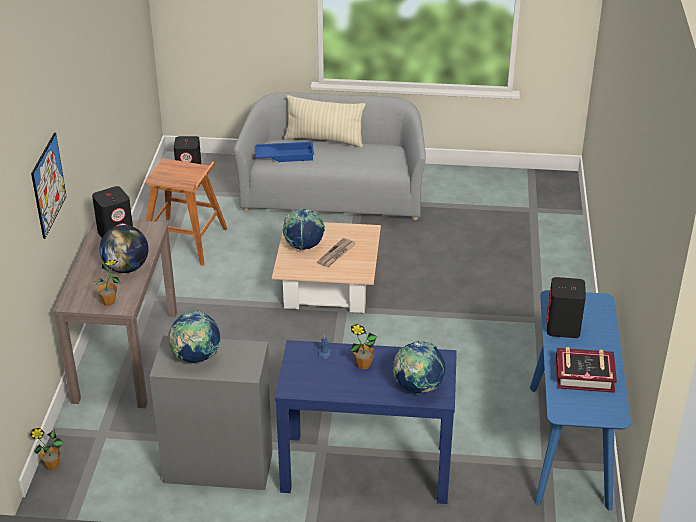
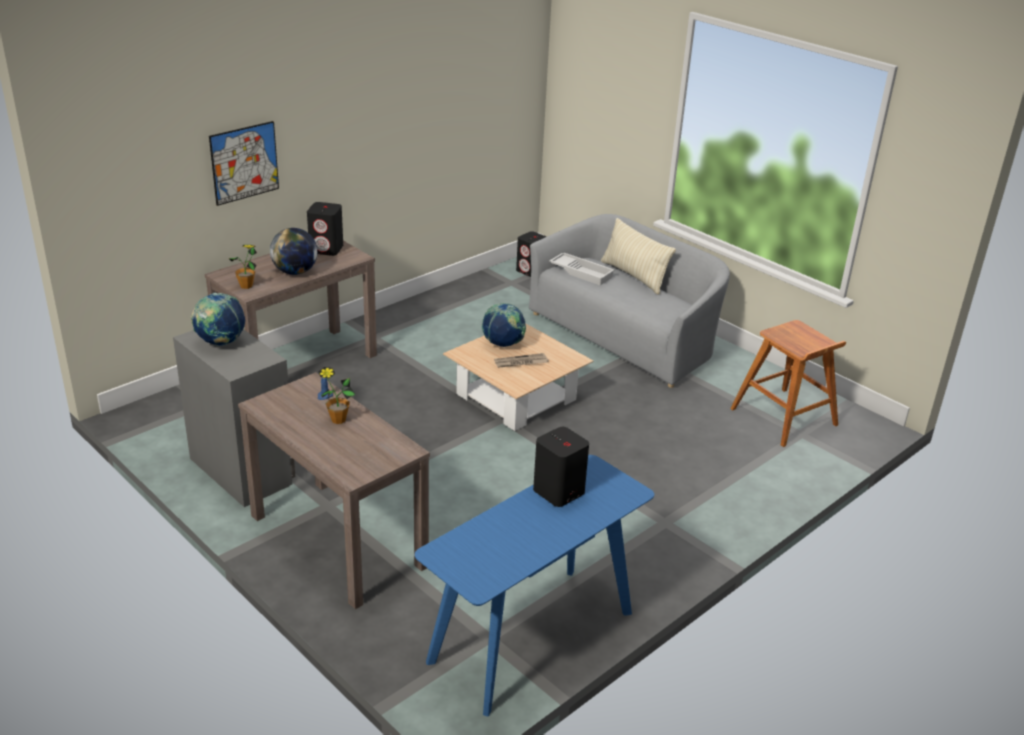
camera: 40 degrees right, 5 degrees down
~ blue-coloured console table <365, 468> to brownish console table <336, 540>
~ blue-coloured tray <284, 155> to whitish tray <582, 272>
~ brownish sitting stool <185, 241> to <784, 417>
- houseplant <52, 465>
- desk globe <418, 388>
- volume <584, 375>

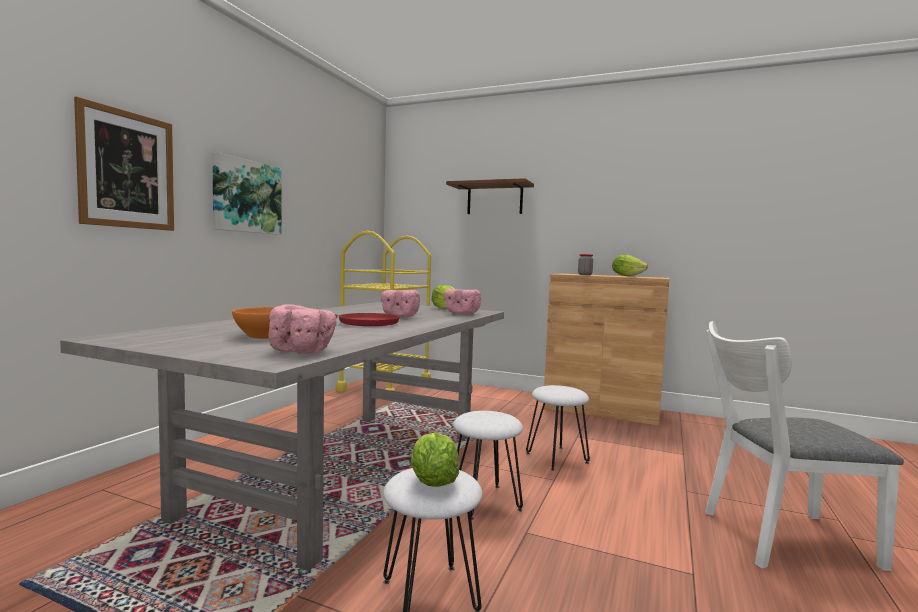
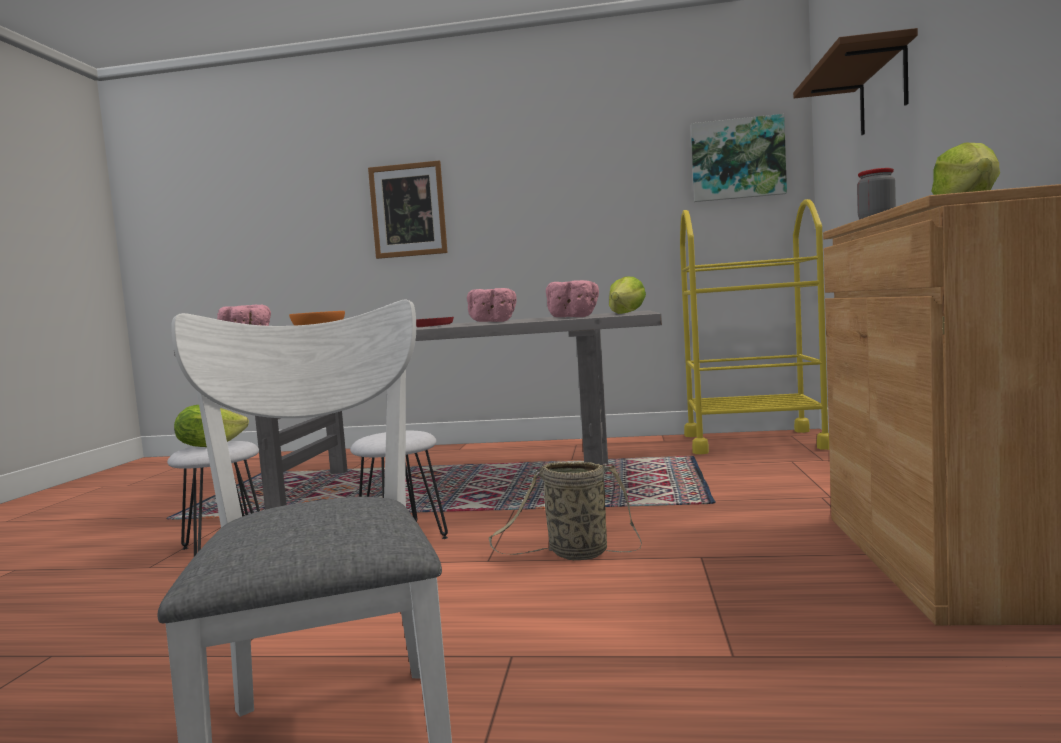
camera: 75 degrees right, 0 degrees up
~ whitish sitting stool <557, 458> to storage basket <573, 554>
~ wall art <246, 196> to <737, 159>

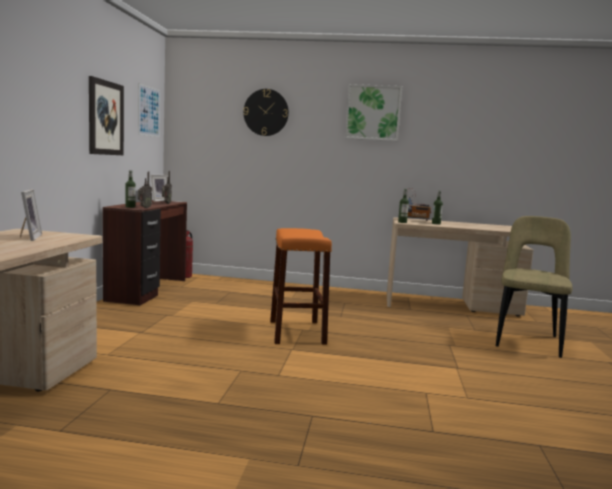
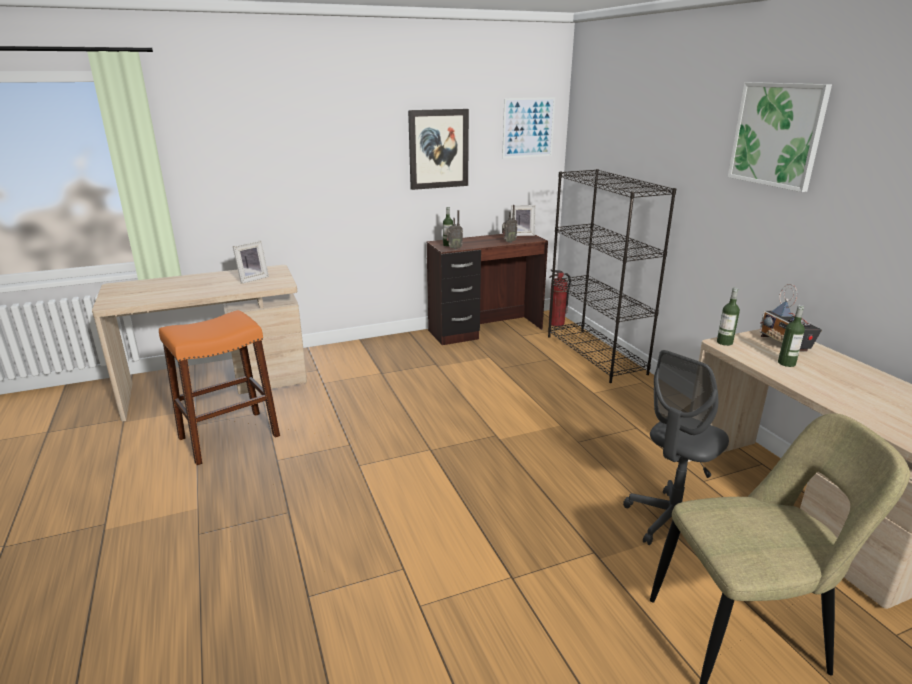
camera: 60 degrees right, 15 degrees up
~ orangey sitting stool <297, 332> to <229, 437>
+ black-coloured bookshelf <596, 354>
+ grey computer chair <671, 521>
- clock on the wall <266, 112>

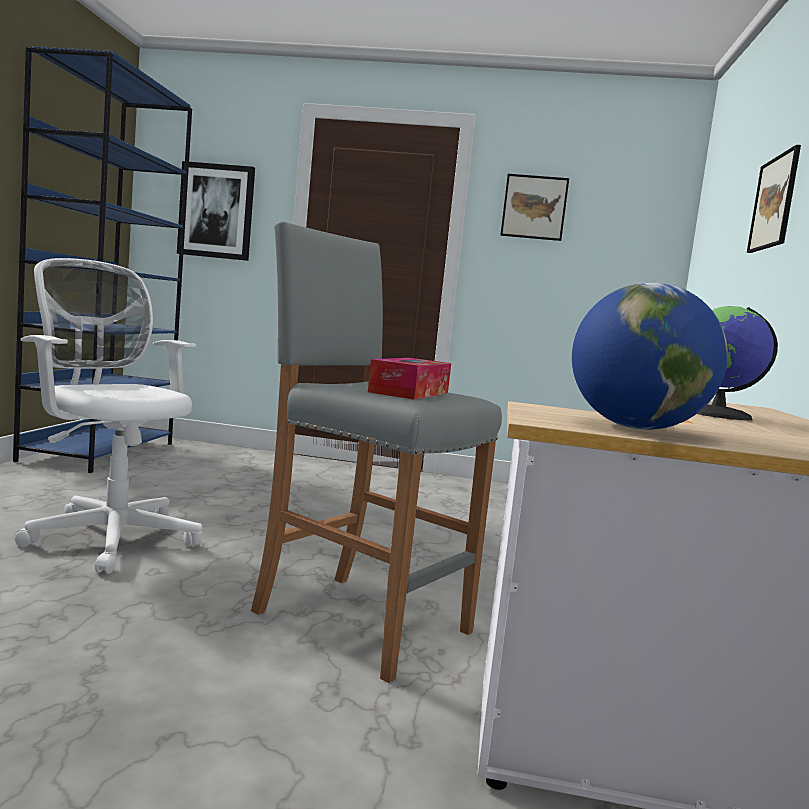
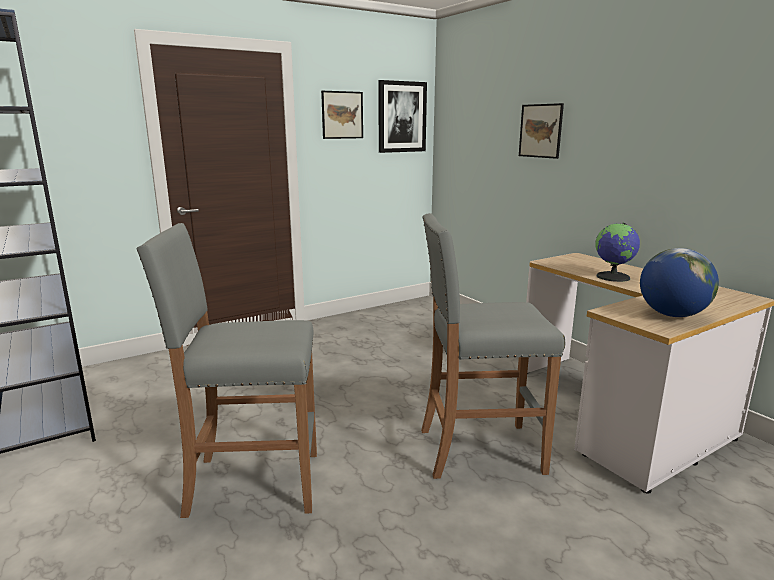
camera: 40 degrees left, 10 degrees up
~ whitish computer chair <110, 536> to grey sitting stool <252, 483>
~ wall art <216, 211> to <401, 117>
- tissue holder <409, 392>

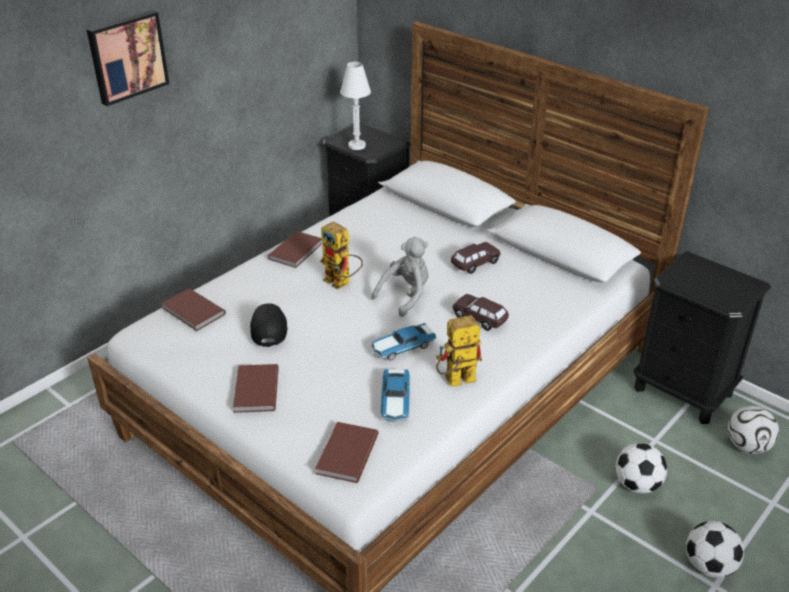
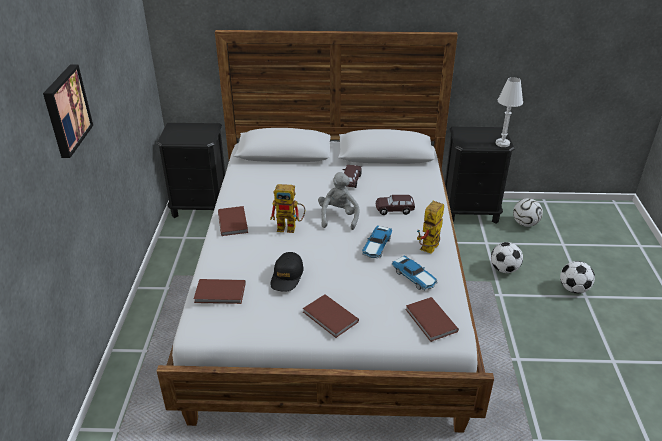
camera: 40 degrees left, 0 degrees up
~ black-coloured cap <269, 328> = <287, 276> 120 degrees counterclockwise
~ whitish table lamp <357, 146> to <502, 143>

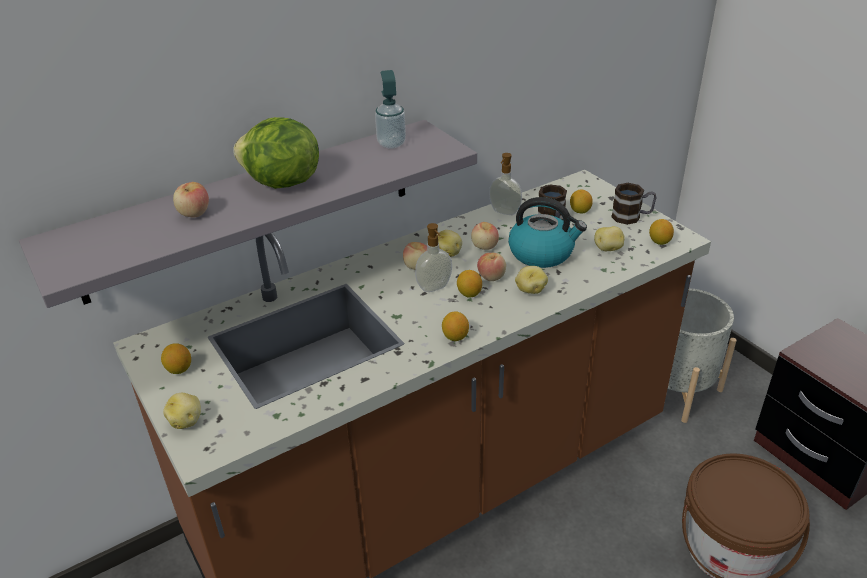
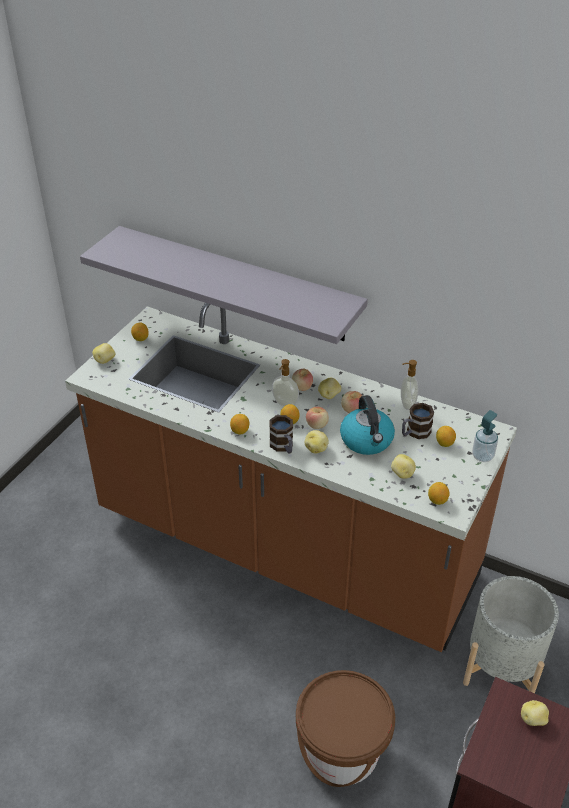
camera: 60 degrees right, 5 degrees up
~ mug <632, 217> to <283, 447>
~ soap dispenser <391, 143> to <482, 456>
+ spud <533, 719>
- whole apple <194, 213>
- lettuce head <282, 183>

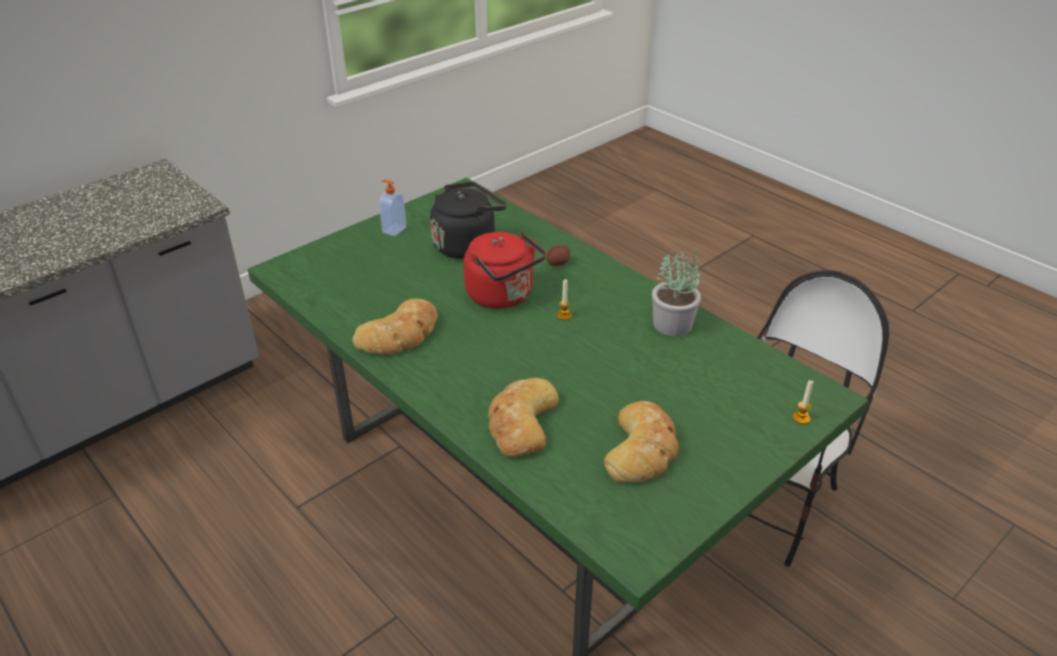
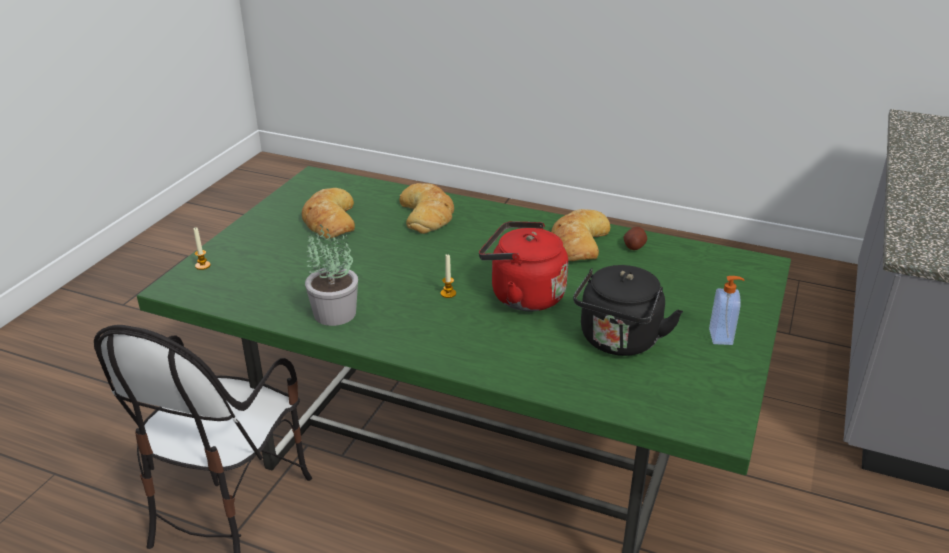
camera: 155 degrees right, 5 degrees down
~ spud <558, 263> to <634, 246>

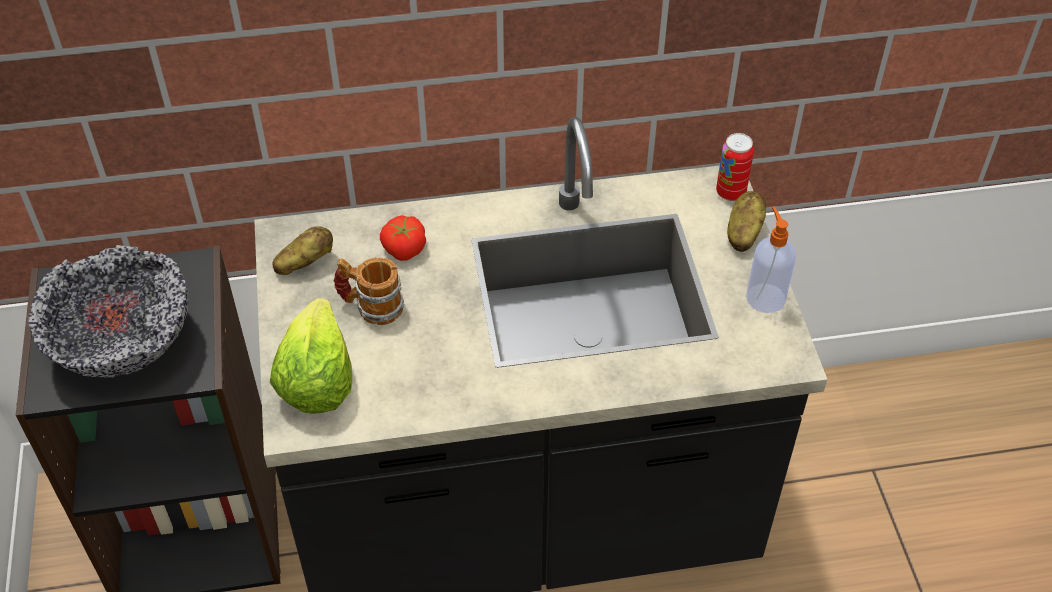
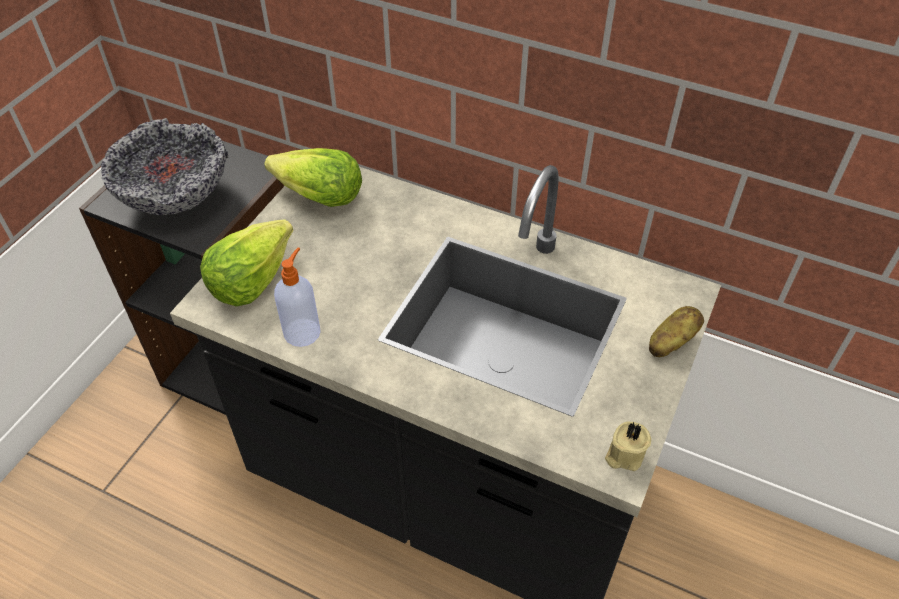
camera: 35 degrees right, 0 degrees up
~ spud <305, 263> to lettuce head <318, 196>
~ soap dispenser <765, 297> to <303, 331>
+ beige wax light <624, 455>
- mug <371, 306>
- tomato <403, 248>
- can <730, 193>

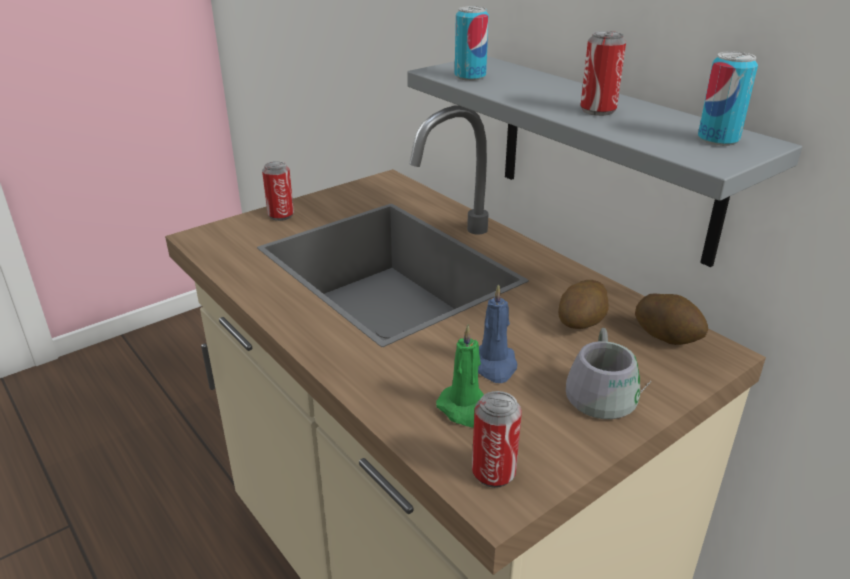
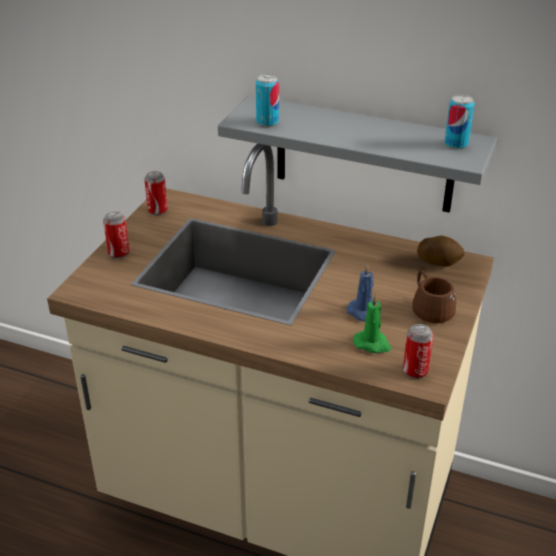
camera: 30 degrees left, 5 degrees up
~ can <598, 110> to <157, 211>
~ grey mug <608, 391> to brownish mug <434, 306>
- spud <581, 323>

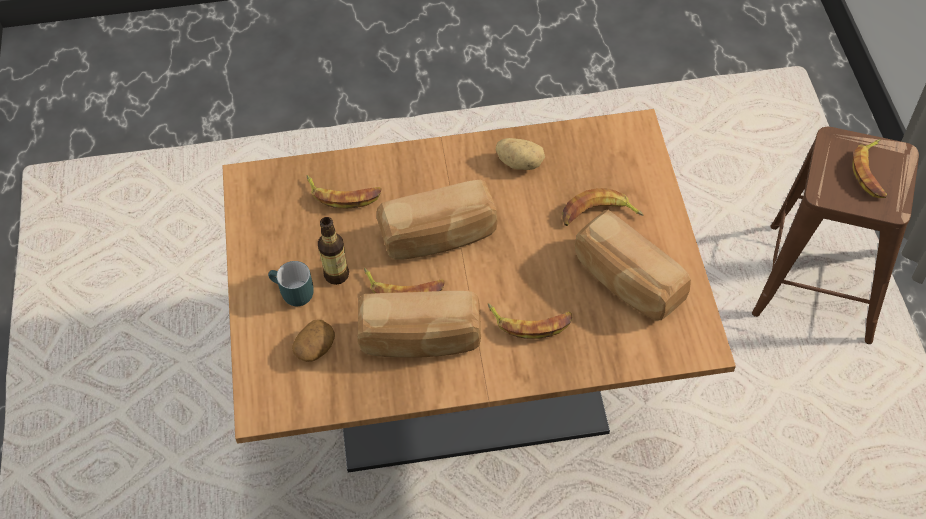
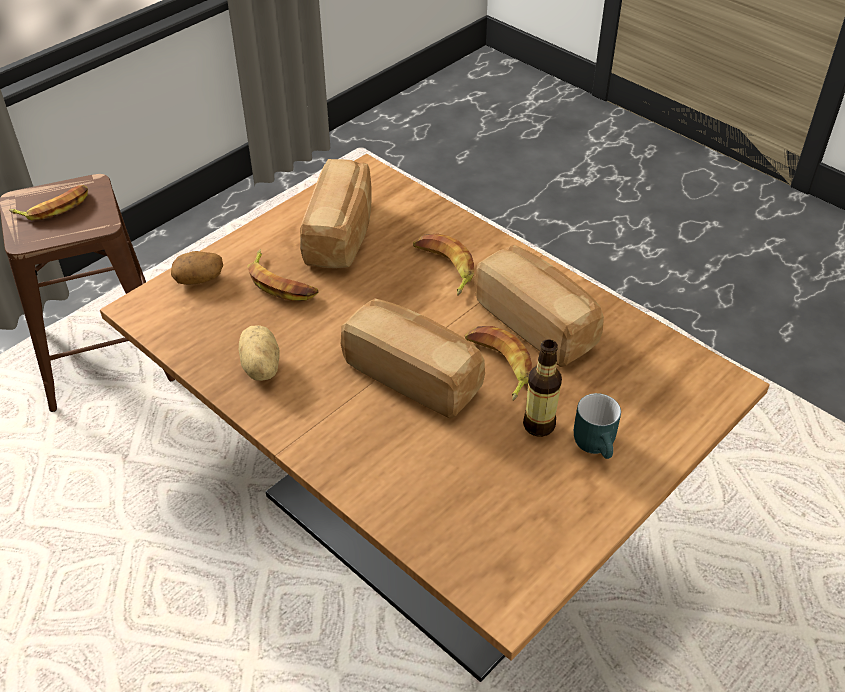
camera: 130 degrees left, 10 degrees down
~ spud <315, 348> to <199, 278>
- banana <344, 194>

